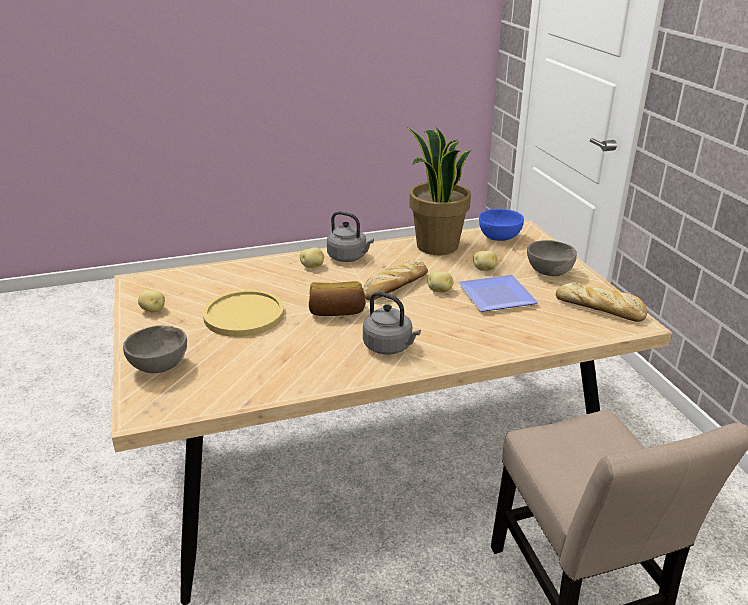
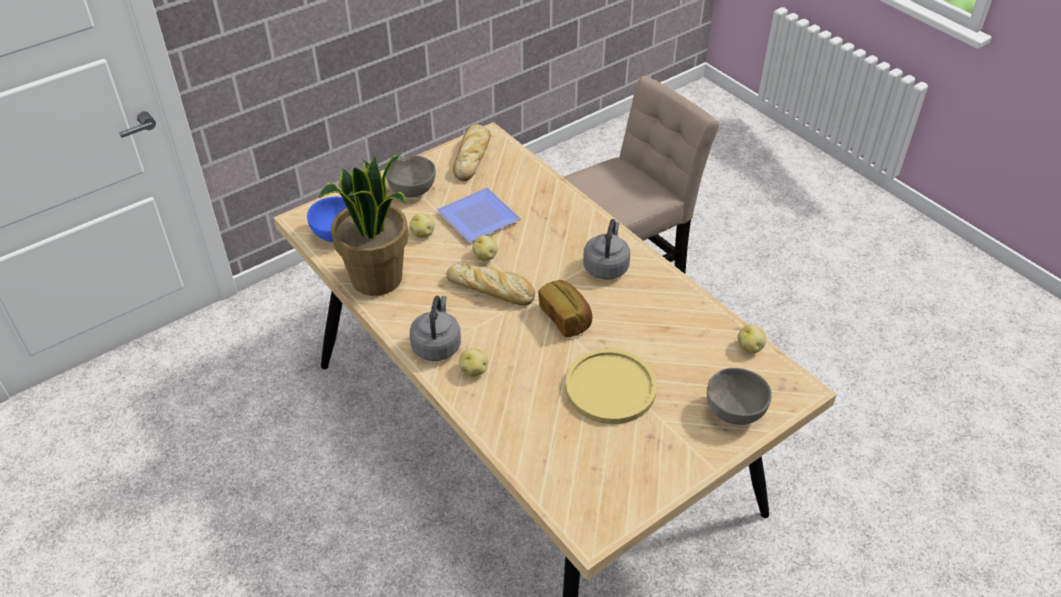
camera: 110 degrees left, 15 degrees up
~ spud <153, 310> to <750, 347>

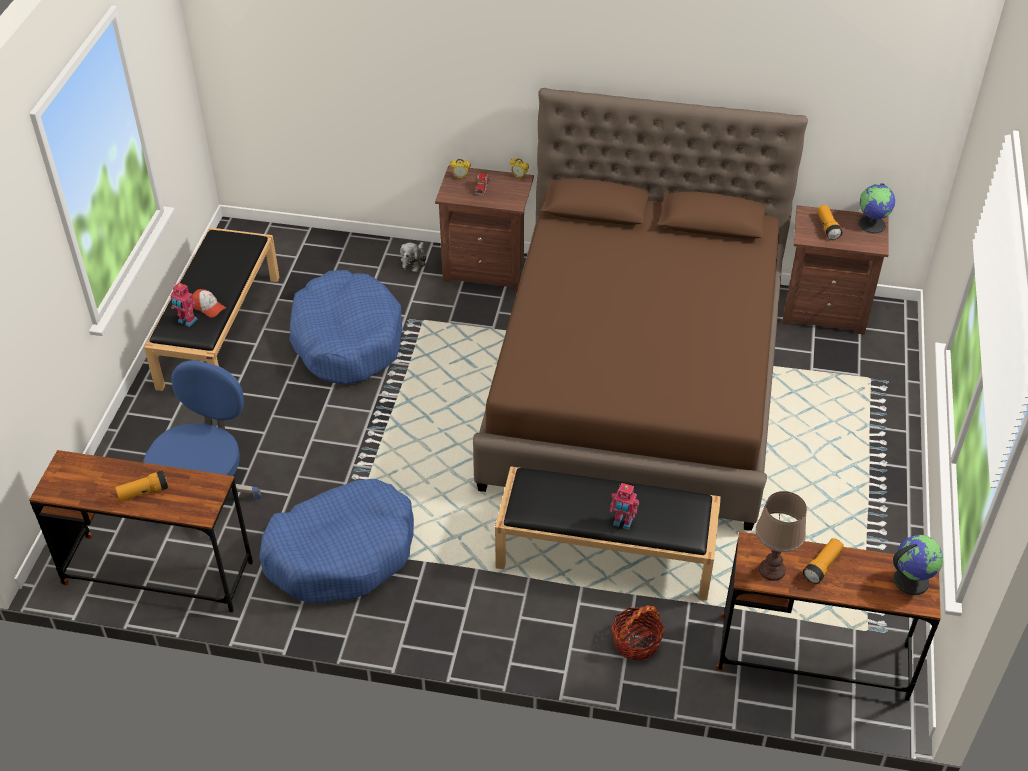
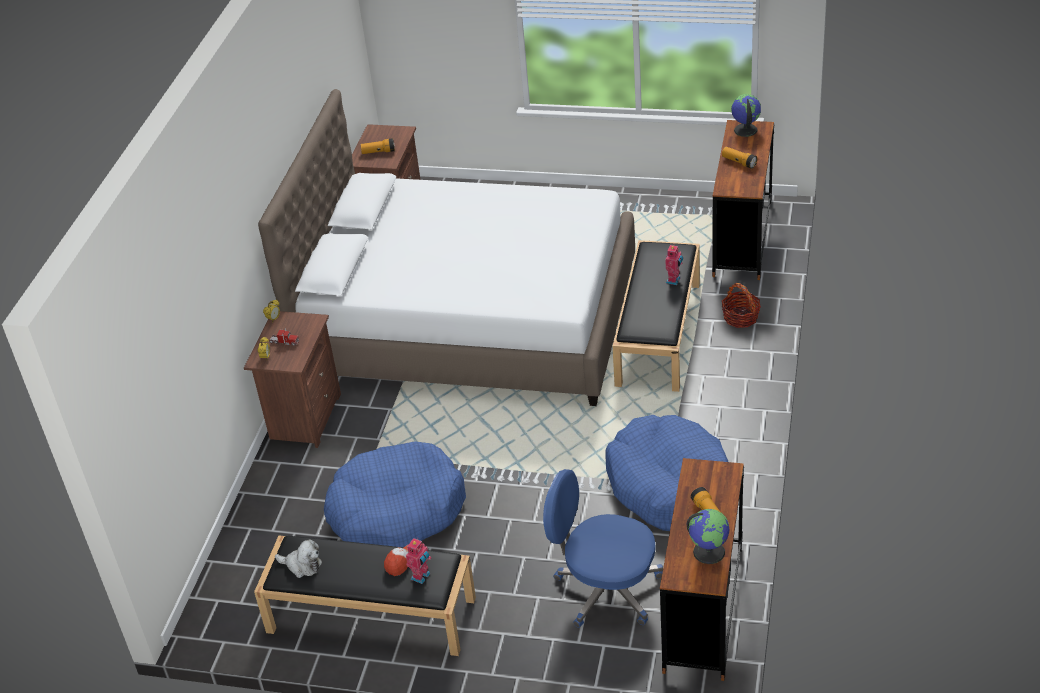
camera: 85 degrees left, 5 degrees down
~ brownish bed <636, 382> to whitish bed <469, 320>
~ plush toy <414, 261> to <302, 565>
~ desk globe <872, 225> to <709, 551>
- brownish table lamp <771, 570>

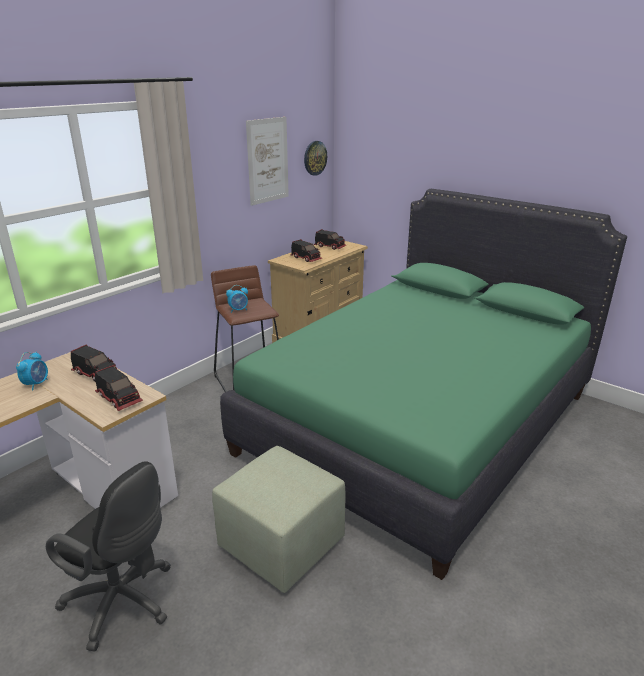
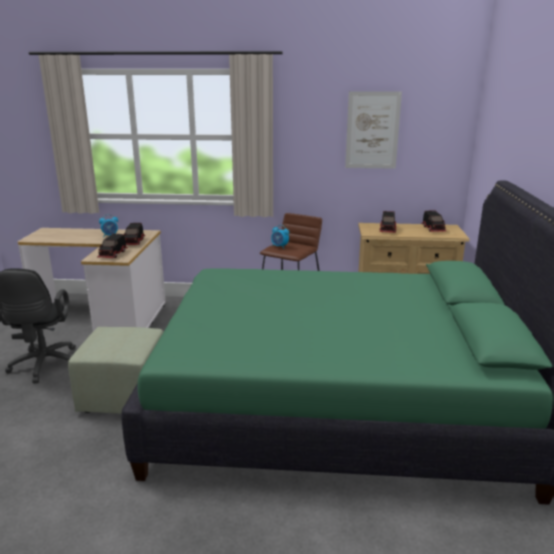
camera: 55 degrees right, 5 degrees down
- clock on the wall <315, 158>

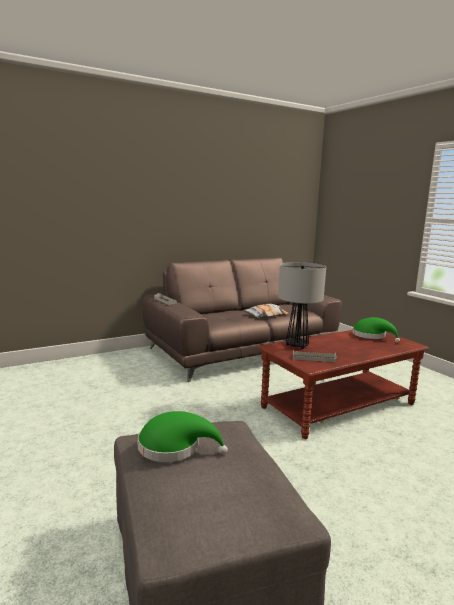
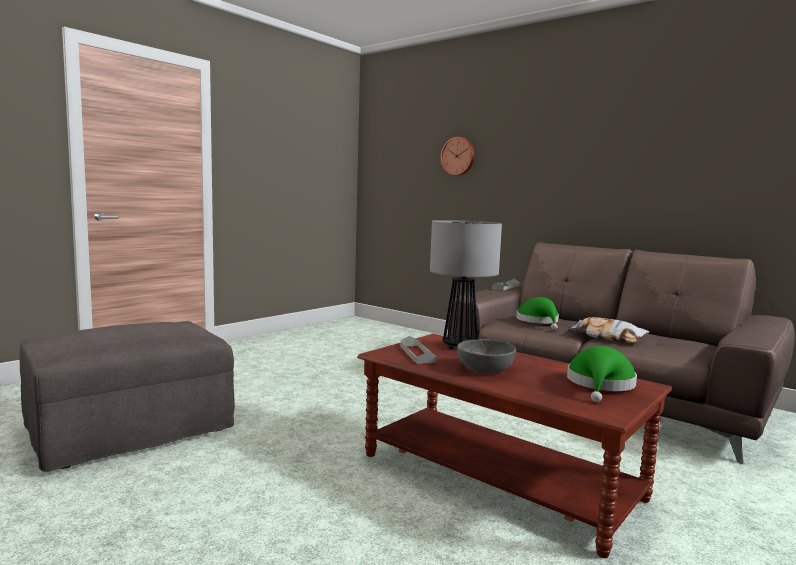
camera: 70 degrees right, 5 degrees down
+ clock on the wall <458, 156>
+ grey serving bowl <485, 369>
~ green-coloured wearable hat <174, 447> to <539, 321>

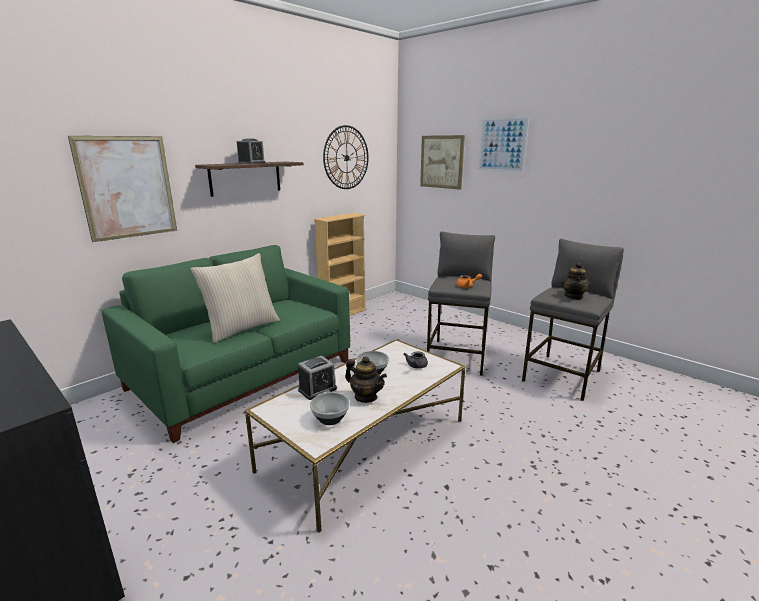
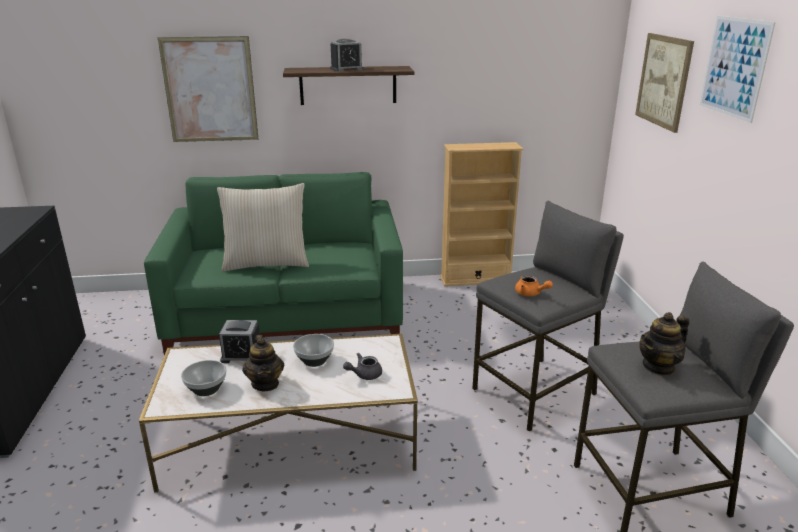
camera: 40 degrees right, 5 degrees up
- clock on the wall <346, 158>

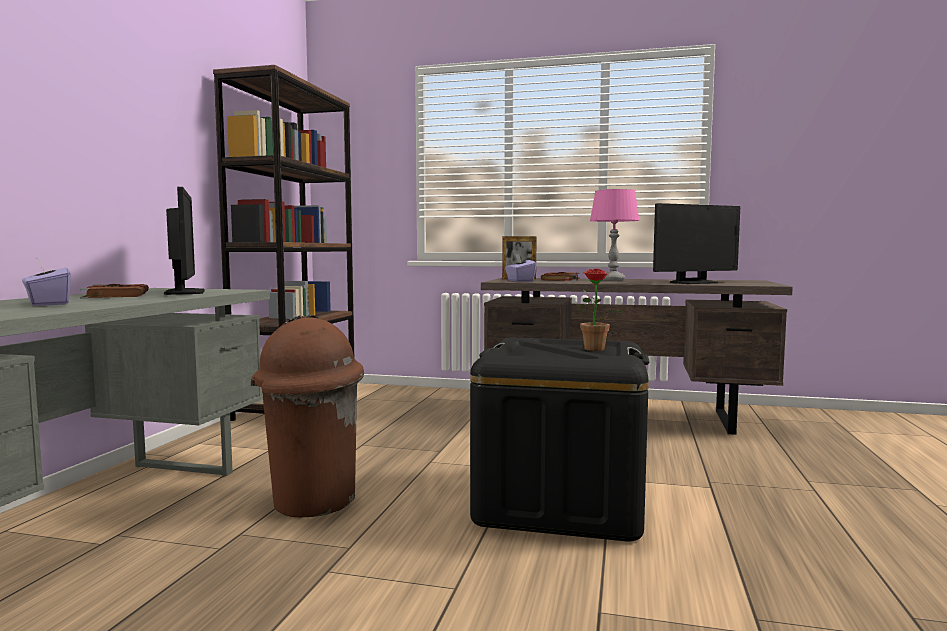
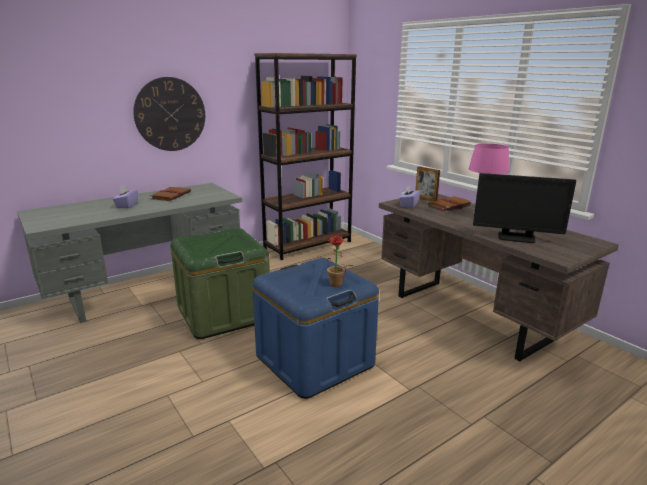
camera: 40 degrees right, 15 degrees up
+ clock on the wall <170, 114>
~ brownish trash can <312, 501> to green-coloured storage container <223, 313>
~ black-coloured storage container <560, 502> to blue-coloured storage container <314, 361>
- computer display <184, 292>

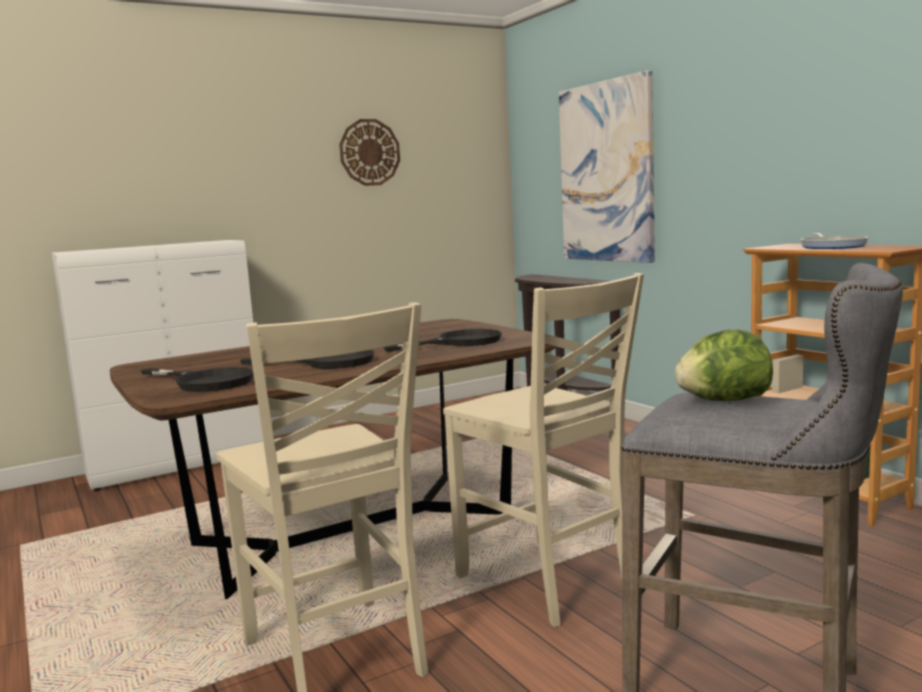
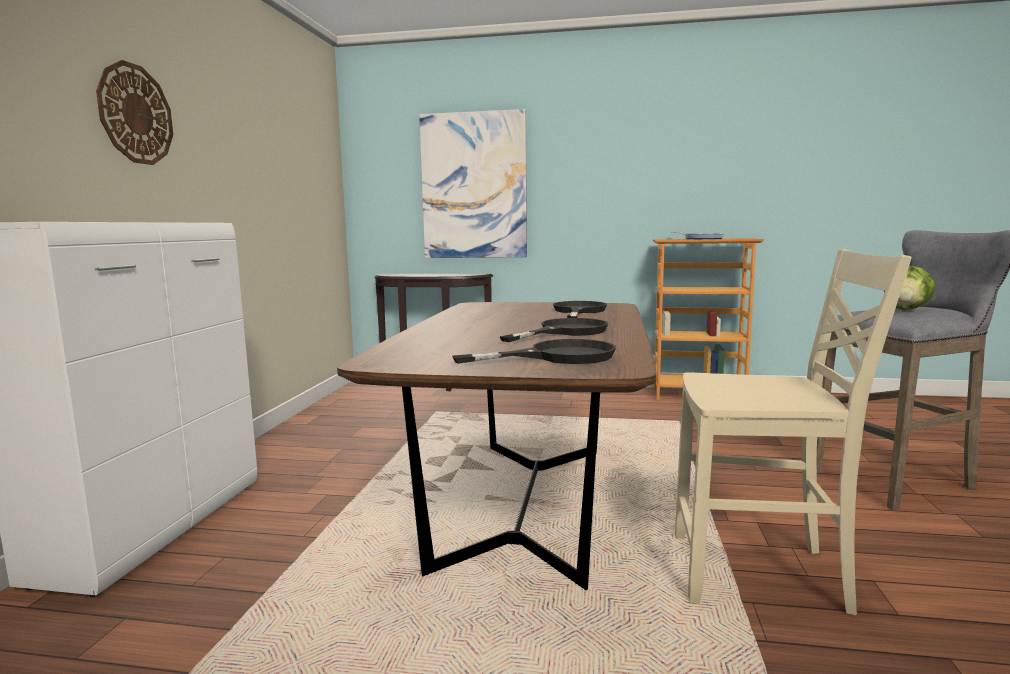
camera: 50 degrees left, 0 degrees up
~ clock on the wall <369, 152> to <135, 114>
- beige chair <547, 583>

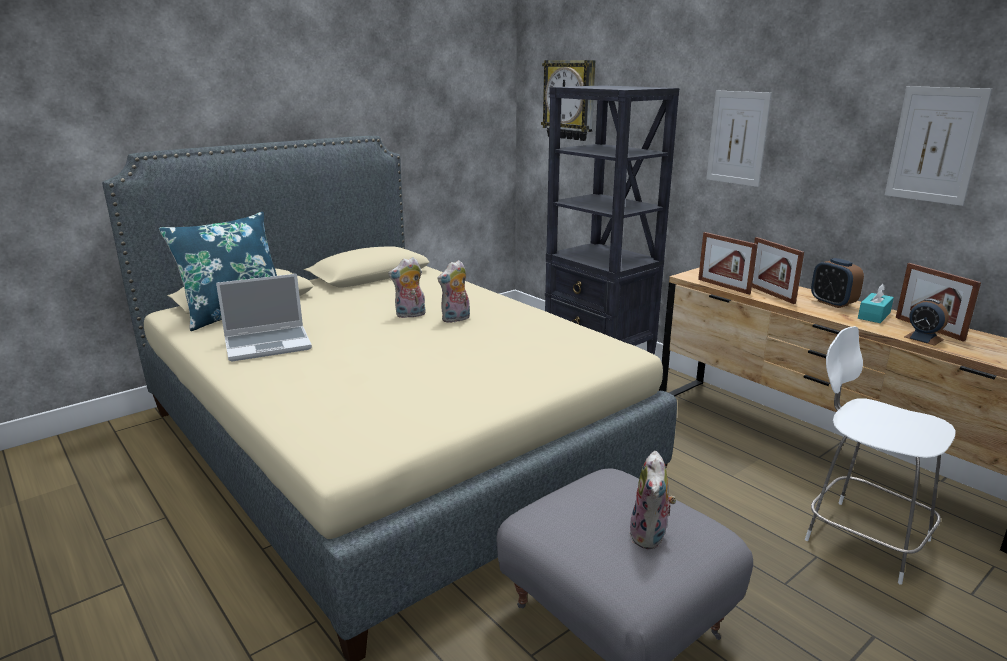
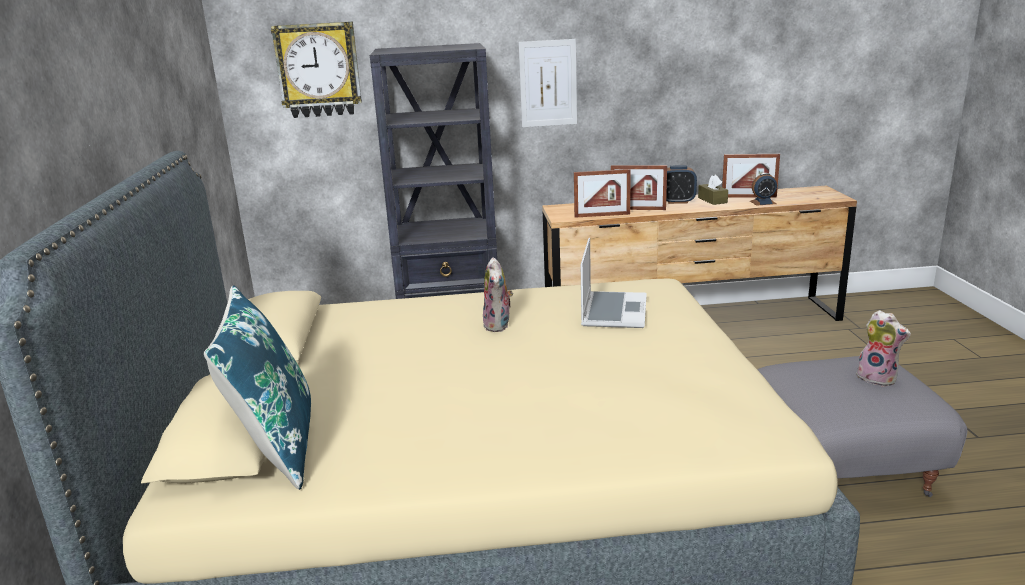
camera: 55 degrees left, 0 degrees up
~ notebook computer <269, 344> to <613, 311>
~ blue-green tissue holder <874, 315> to brownish tissue holder <712, 200>
- plush toy <410, 315>
- whitish chair <862, 538>
- wall art <935, 145>

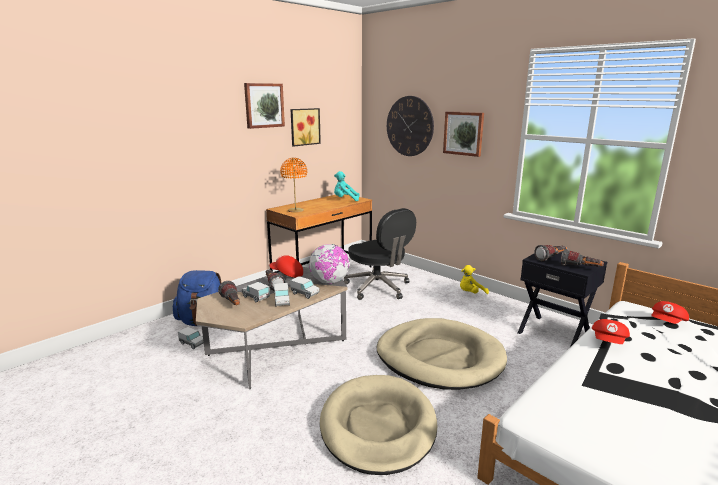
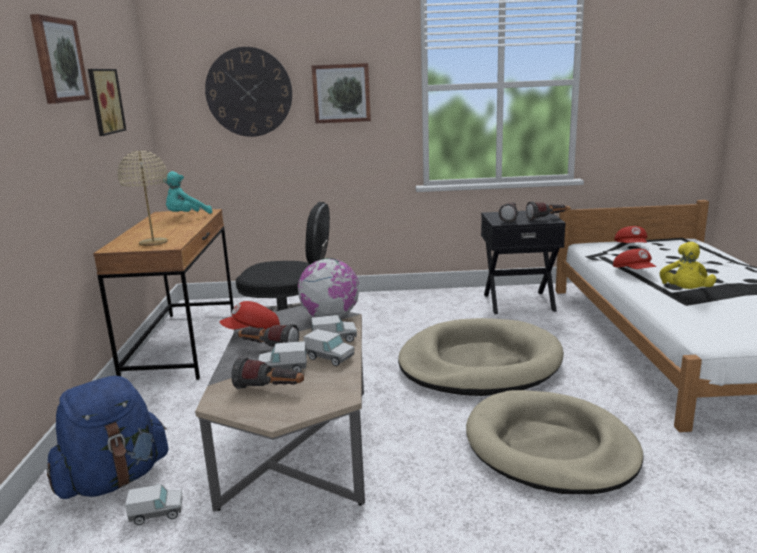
camera: 45 degrees left, 0 degrees up
~ orangey table lamp <295, 210> to beige table lamp <153, 243>
~ yellow-coloured plush toy <470, 293> to <685, 292>

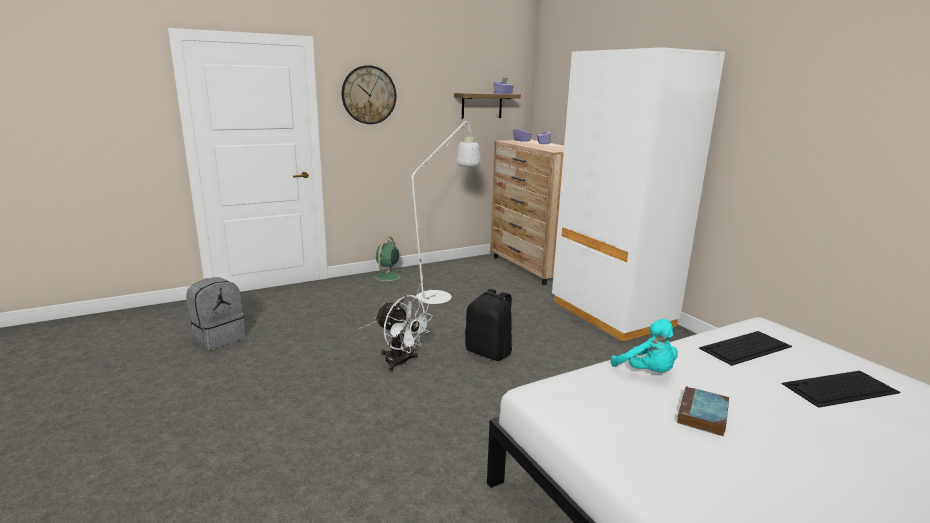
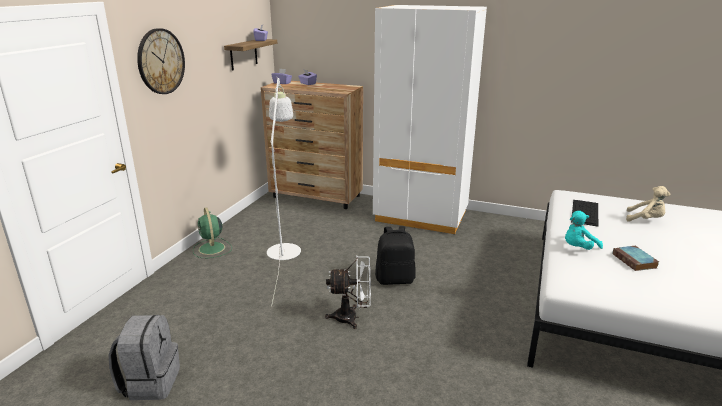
camera: 40 degrees left, 5 degrees up
~ blue-green plush toy <647, 372> = <578, 248> 135 degrees clockwise
~ PC keyboard <839, 388> to beige plush toy <645, 220>

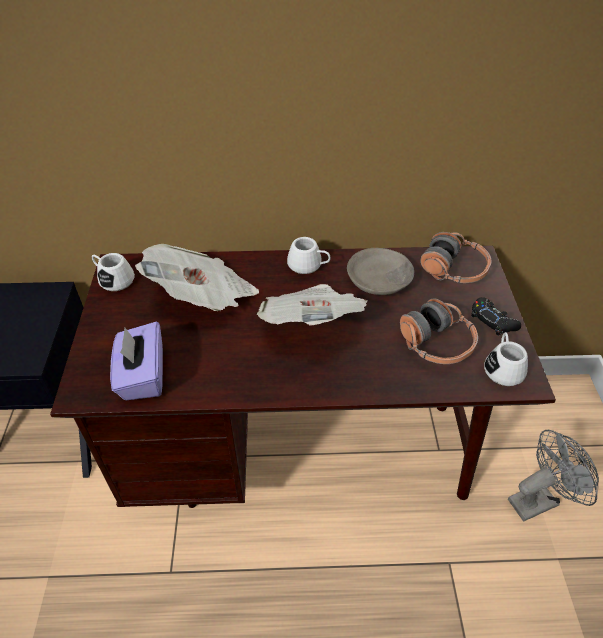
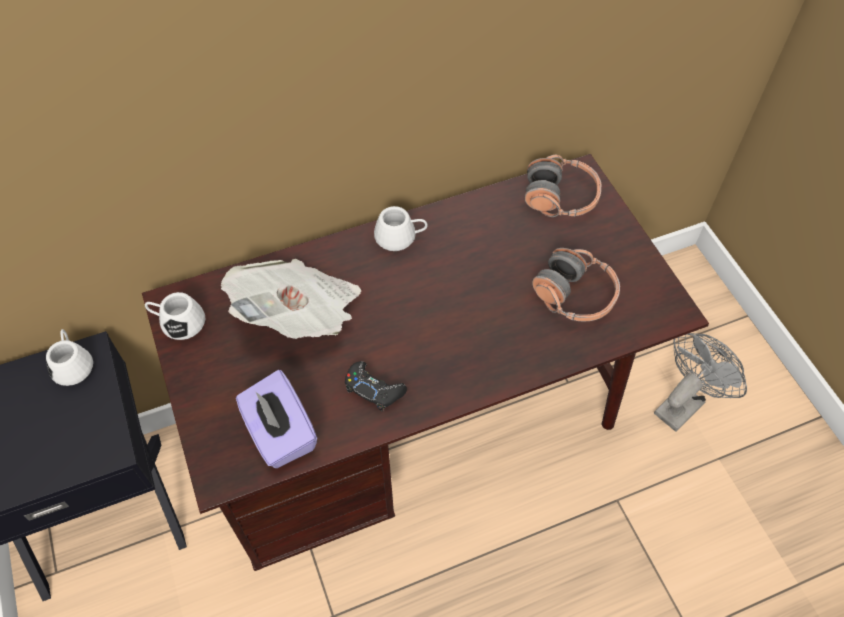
camera: 20 degrees left, 10 degrees up
~ whitish mug <502, 367> to <72, 363>
~ black-coloured game controller <492, 321> to <374, 389>
- printed paper <311, 324>
- grey serving bowl <380, 280>

